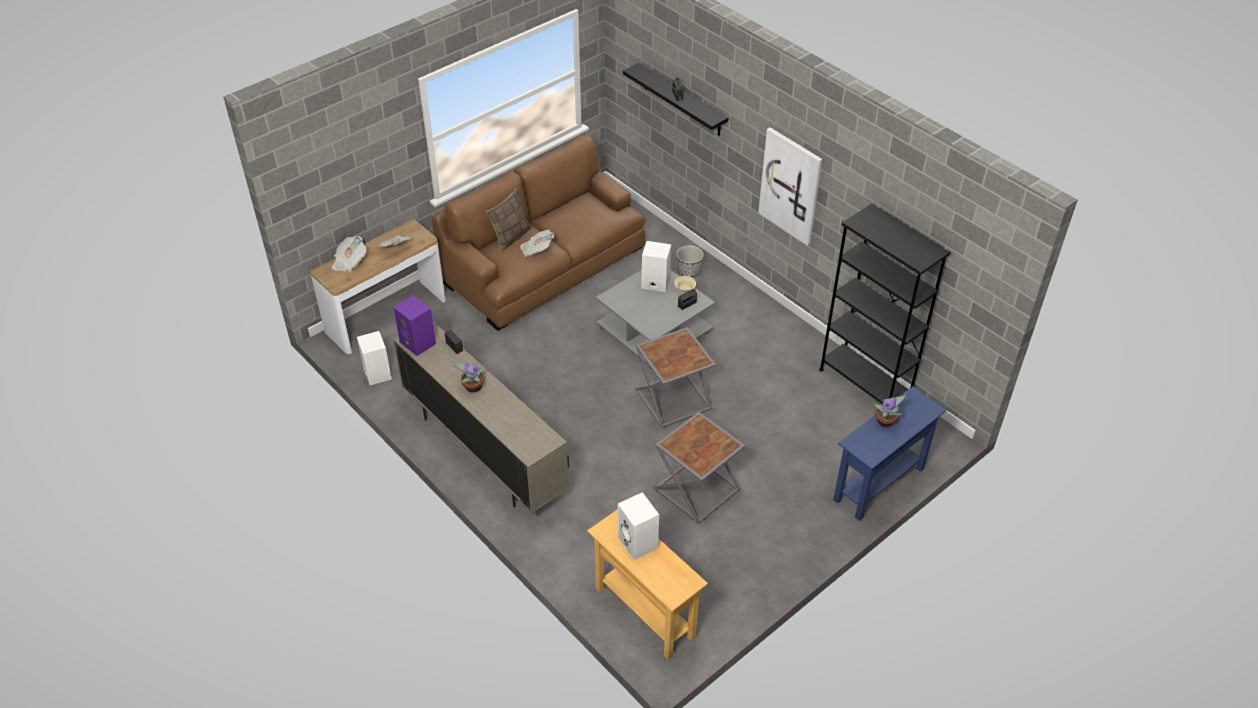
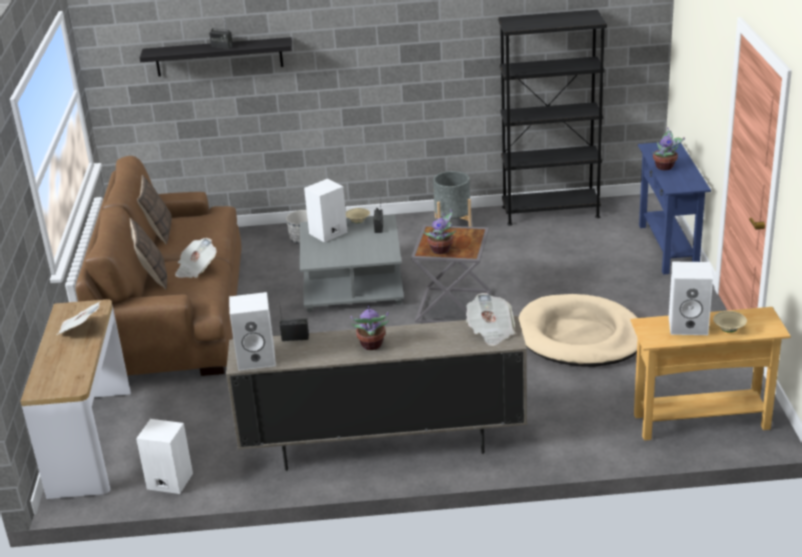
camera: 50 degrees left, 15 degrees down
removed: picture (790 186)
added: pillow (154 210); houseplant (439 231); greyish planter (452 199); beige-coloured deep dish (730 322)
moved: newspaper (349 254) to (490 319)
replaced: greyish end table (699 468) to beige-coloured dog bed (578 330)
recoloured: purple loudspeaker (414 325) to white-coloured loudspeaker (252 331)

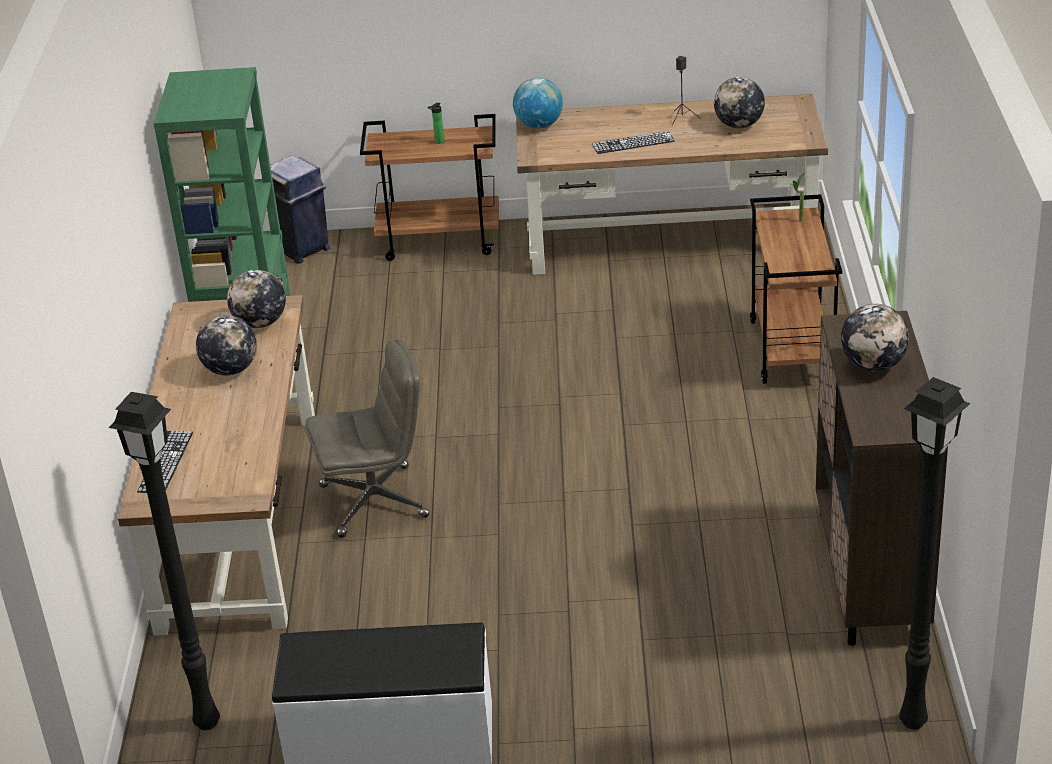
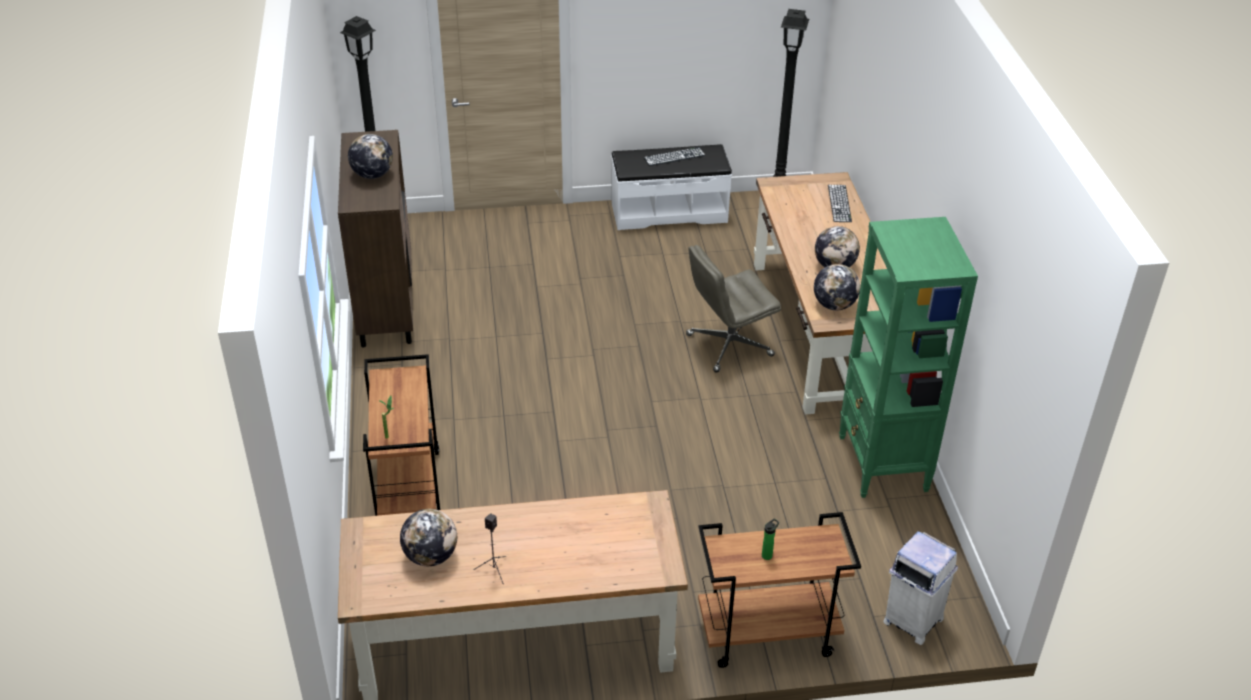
camera: 170 degrees right, 5 degrees up
removed: desk globe (538 103)
moved: keyboard (633 142) to (674 156)
recoloured: blue rubbish bin (300 209) to white-coloured rubbish bin (920 588)

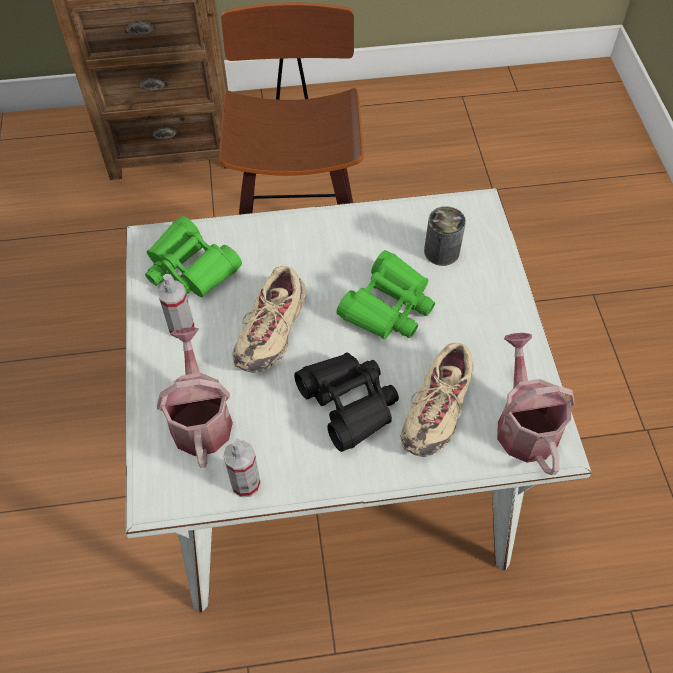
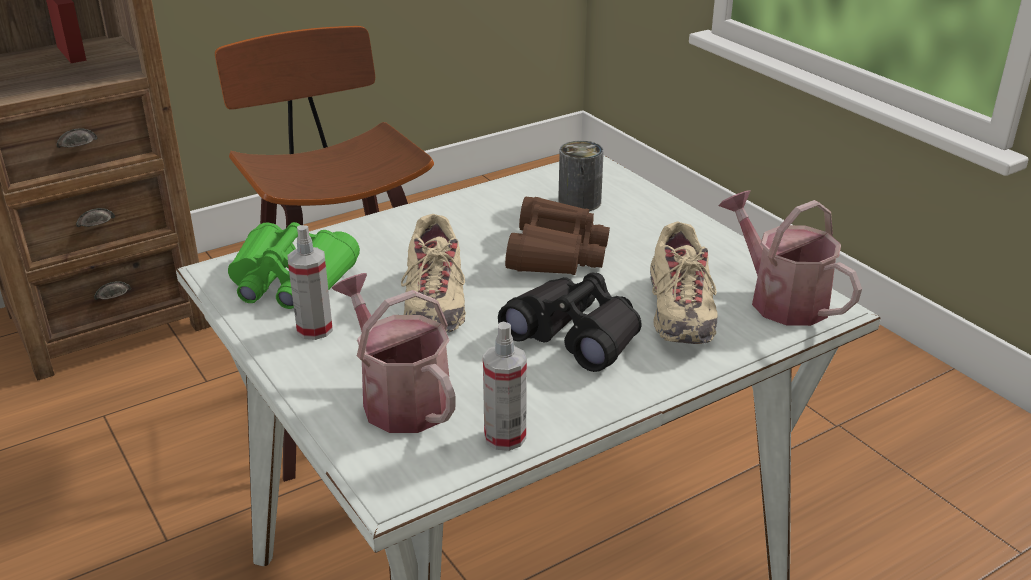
camera: 25 degrees left, 25 degrees down
recoloured: green-coloured field glasses (385 294) to brown-coloured field glasses (557 236)

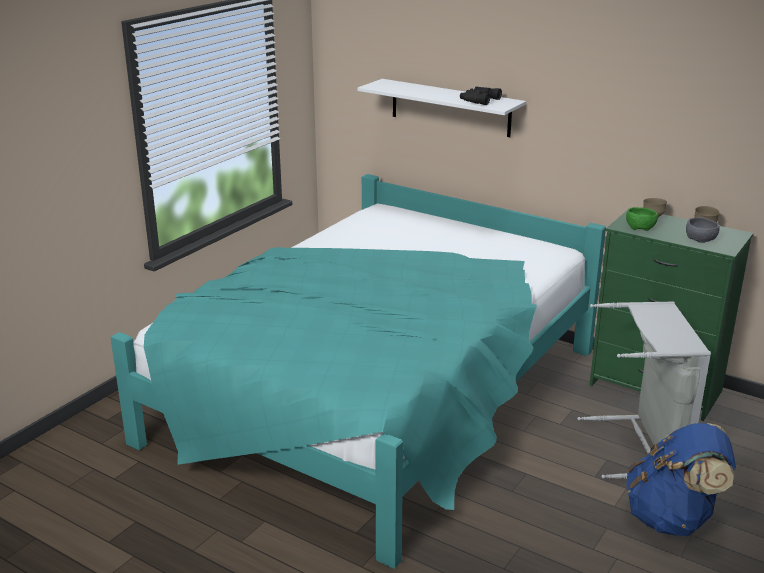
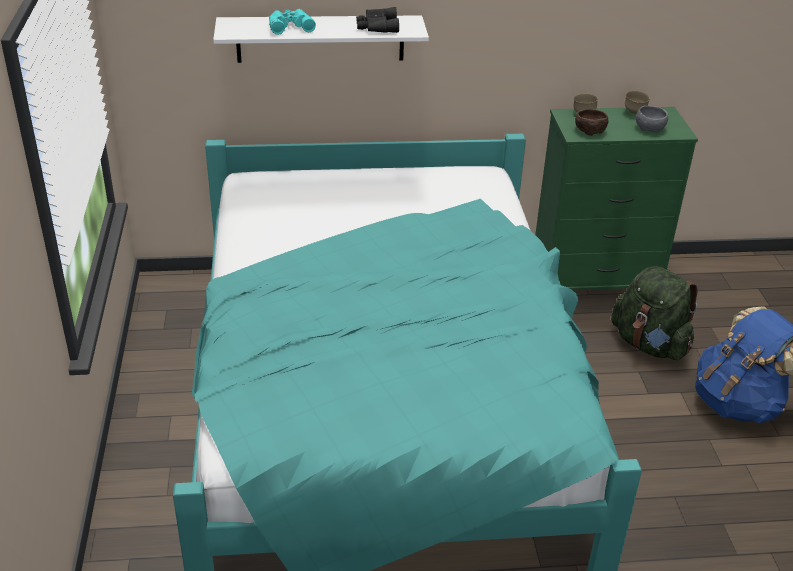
camera: 40 degrees left, 10 degrees up
added: turquoise field glasses (292 22)
replaced: greyish laundry basket (644 390) to green-coloured knapsack (654 313)
recoloured: green-coloured deep dish (642 219) to brown-coloured deep dish (591 122)

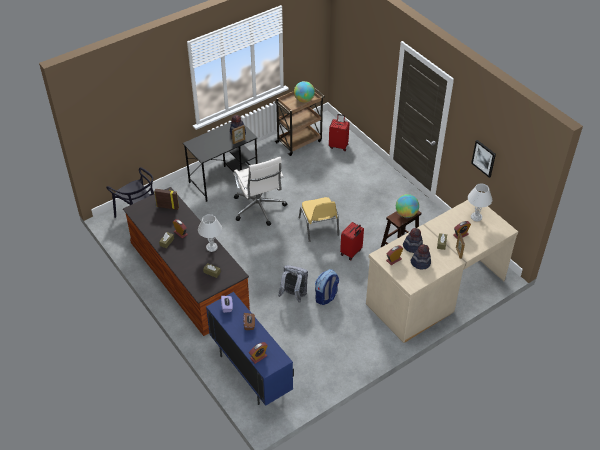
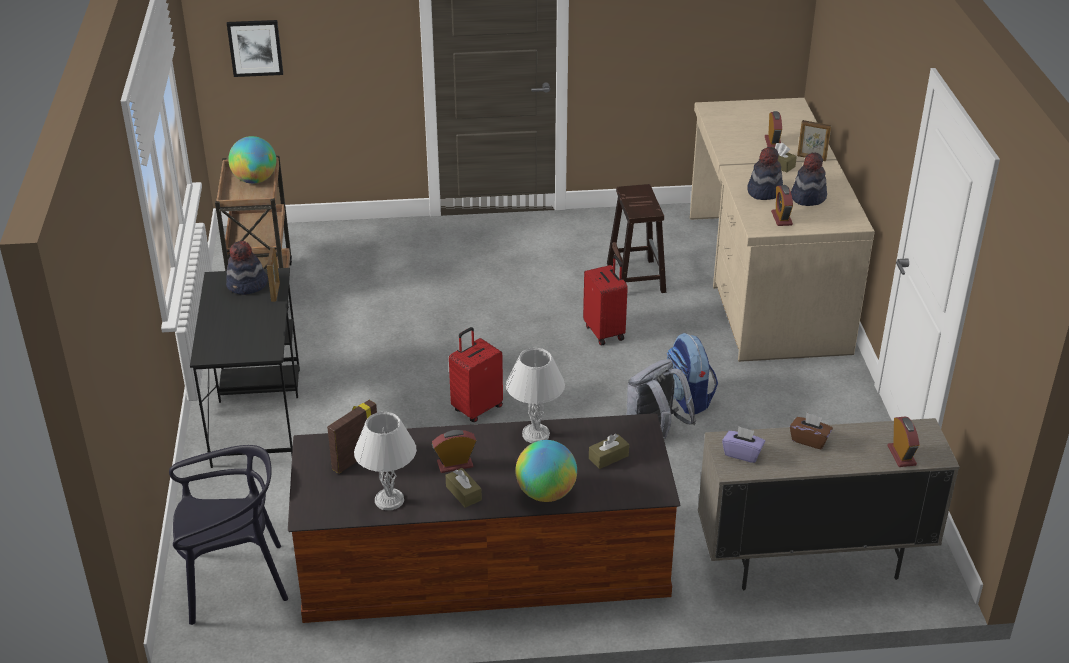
camera: 60 degrees left, 10 degrees down
removed: white-coloured office chair (260 191); yellowish upright chair (319 219)
moved: red-coloured piece of luggage (339 132) to (476 374); desk globe (407 206) to (546 471); white-coloured tabletop lamp (480 203) to (385 461); picture (483 159) to (255 48)
recoloured: blue cupboard (250 349) to beige-coloured cupboard (829 504)

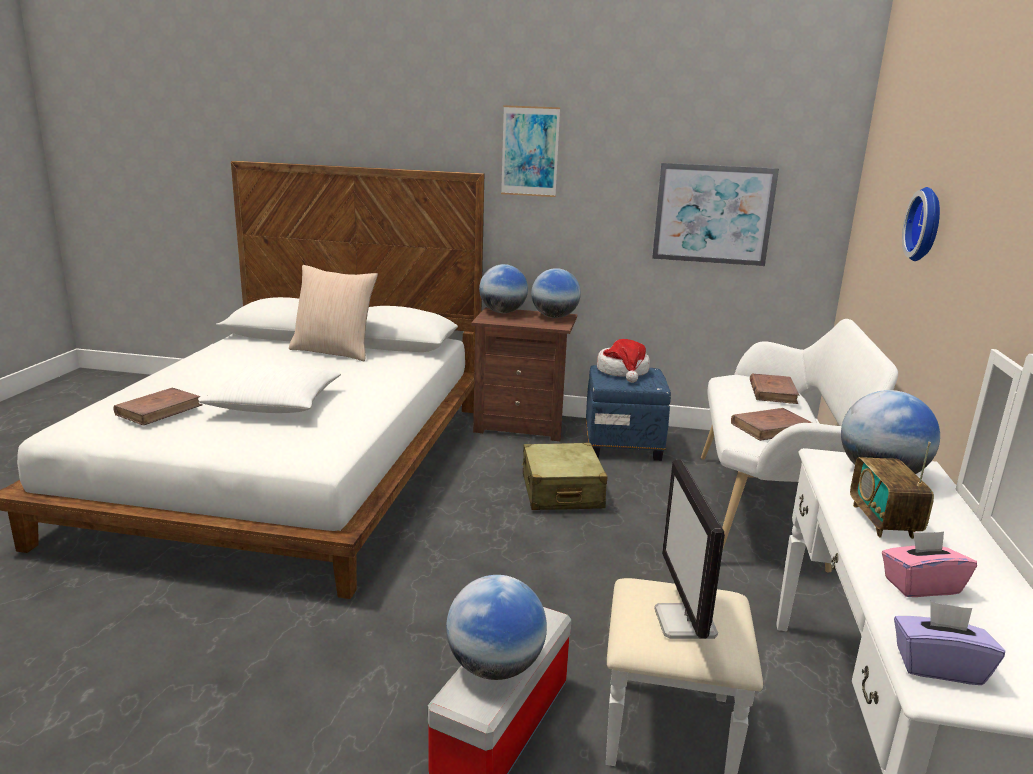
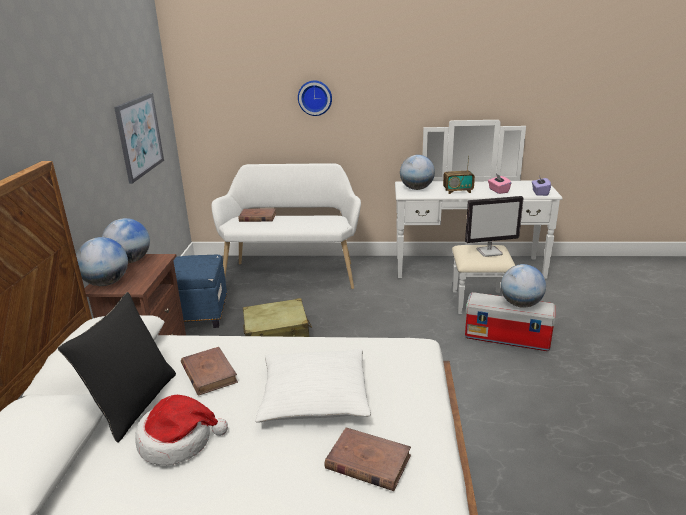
camera: 95 degrees left, 5 degrees up
removed: picture (530 151)
moved: hat (623 361) to (181 430); brown-coloured book (771 424) to (209 371)
recoloured: beige-coloured pillow (333 313) to black-coloured pillow (117 367)

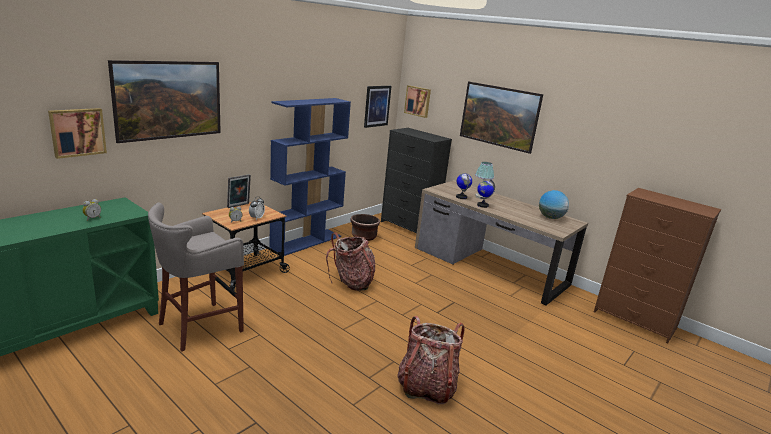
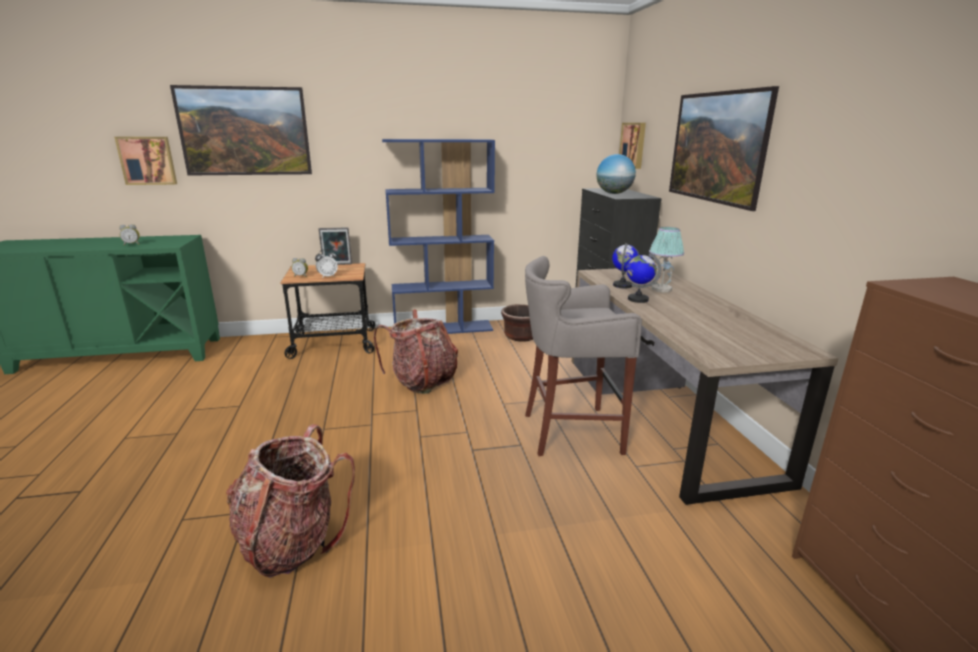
camera: 40 degrees right, 0 degrees up
removed: picture (377 107)
moved: greyish stool (196 277) to (583 356); desk globe (554 204) to (616 174)

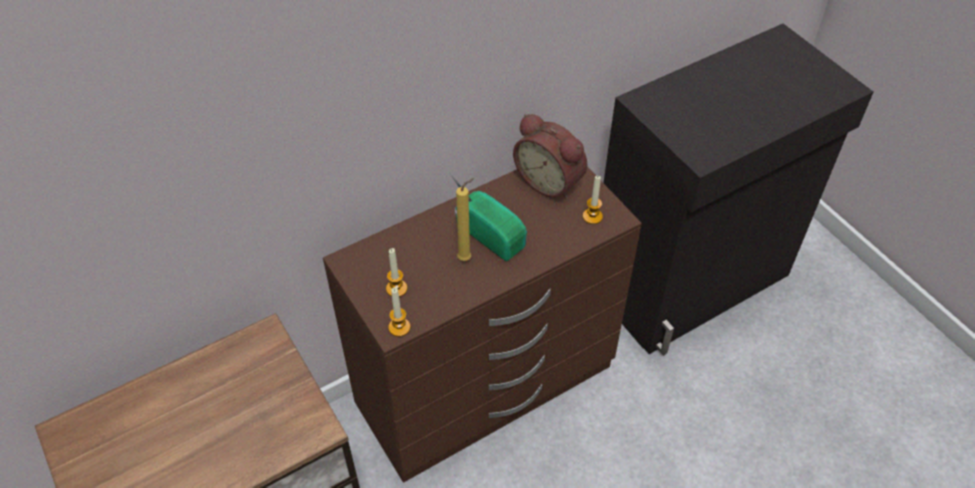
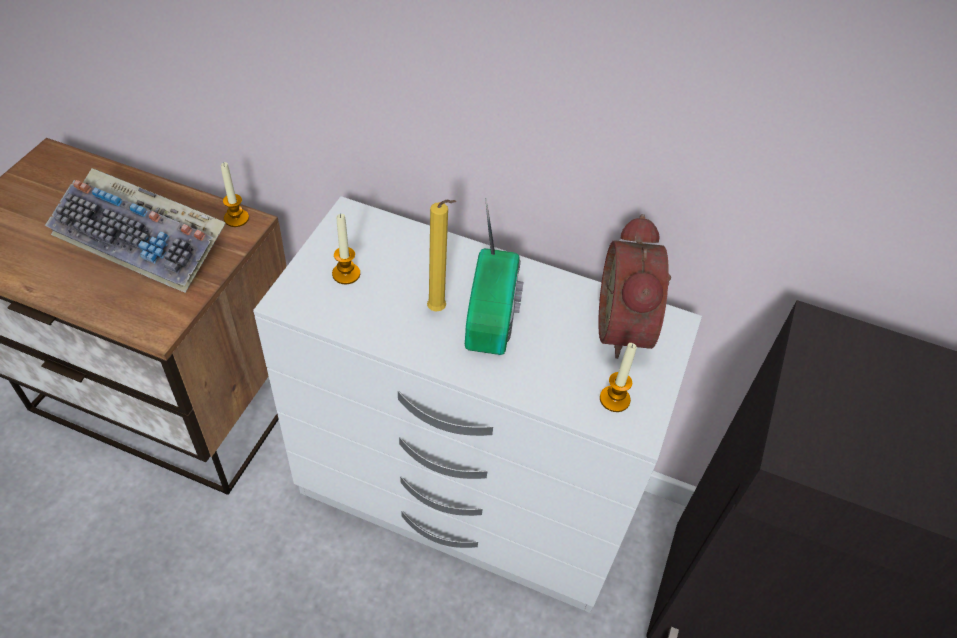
camera: 50 degrees right, 0 degrees up
added: keyboard (135 230)
moved: candle (399 312) to (235 194)
recoloured: brown-coloured chest of drawers (482 324) to white-coloured chest of drawers (477 404)

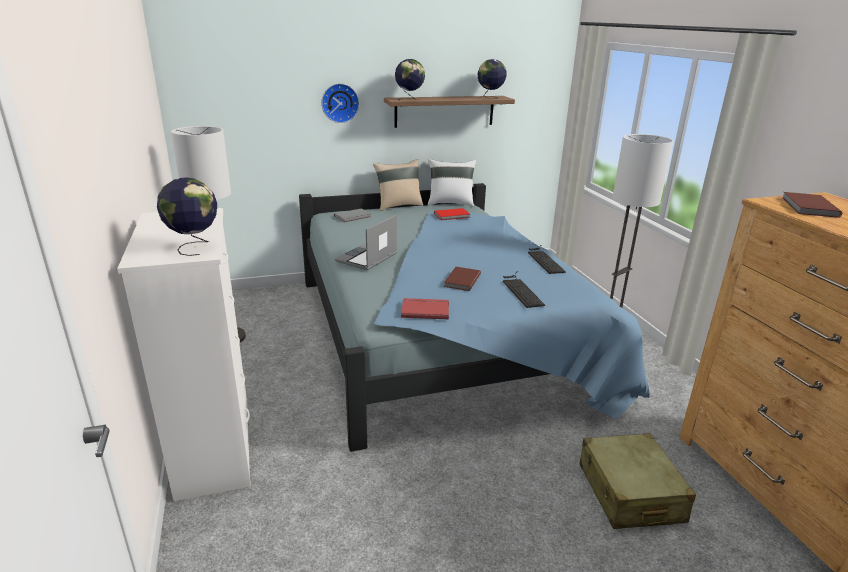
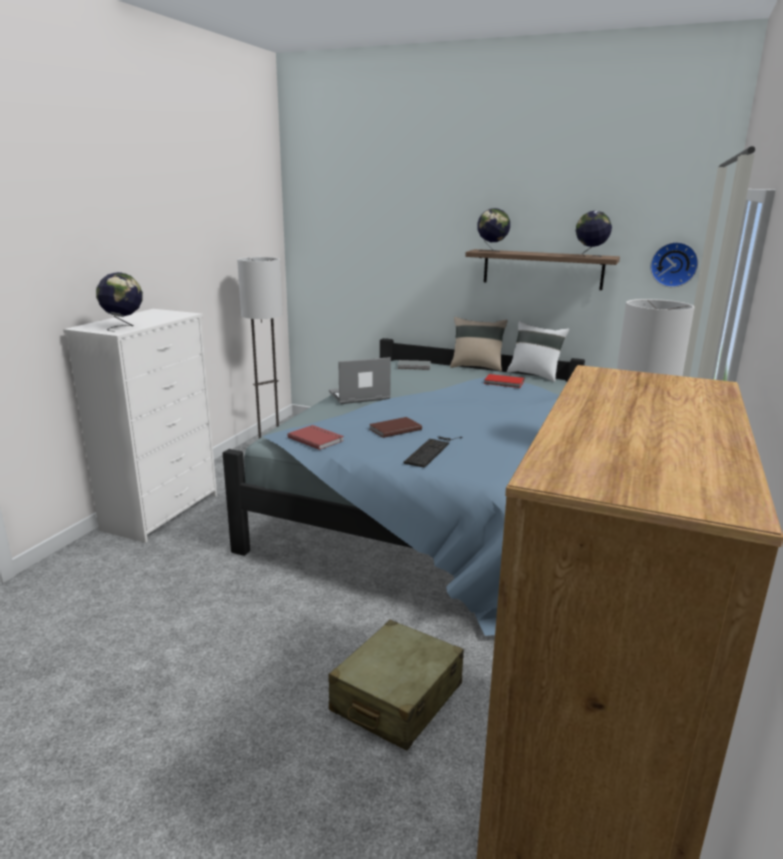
camera: 40 degrees right, 5 degrees down
removed: keyboard (547 259); brown-coloured book (812 205)
moved: wall clock (340 103) to (674 264)

